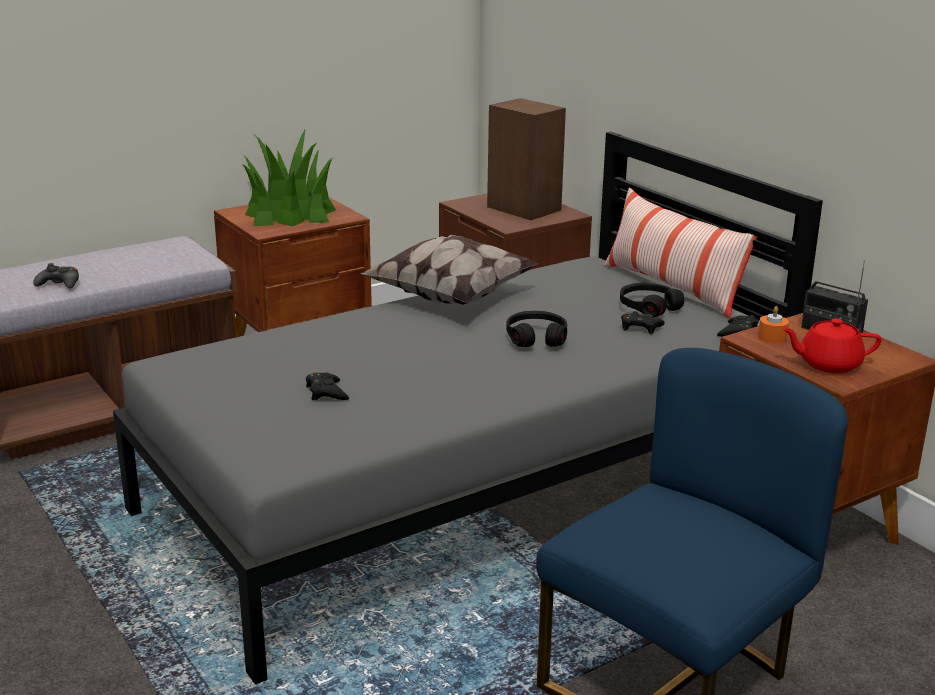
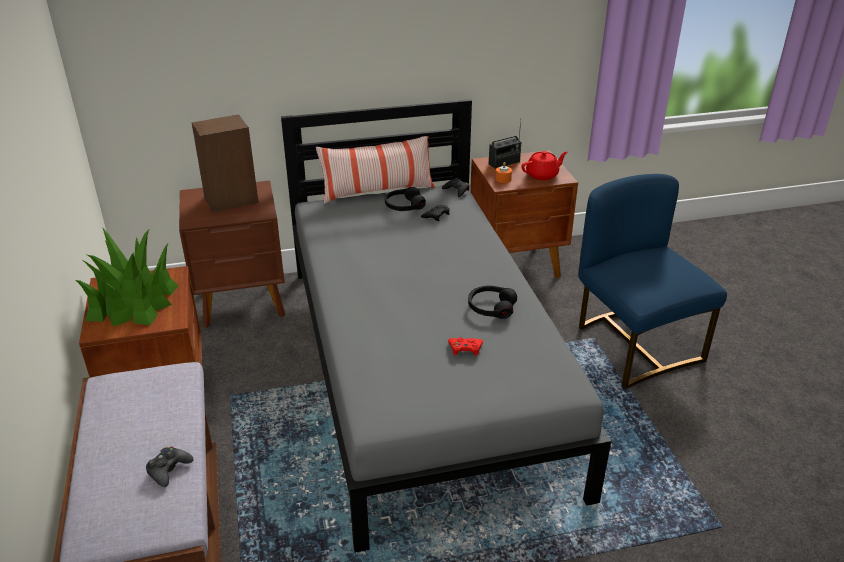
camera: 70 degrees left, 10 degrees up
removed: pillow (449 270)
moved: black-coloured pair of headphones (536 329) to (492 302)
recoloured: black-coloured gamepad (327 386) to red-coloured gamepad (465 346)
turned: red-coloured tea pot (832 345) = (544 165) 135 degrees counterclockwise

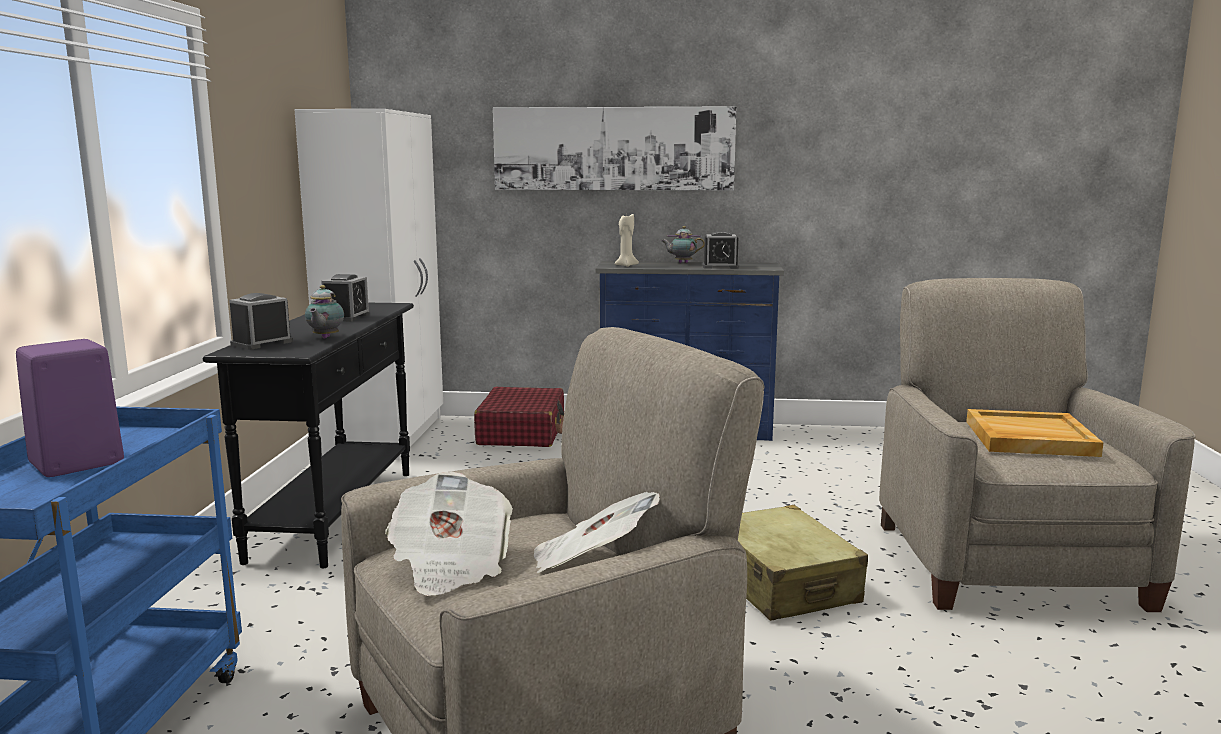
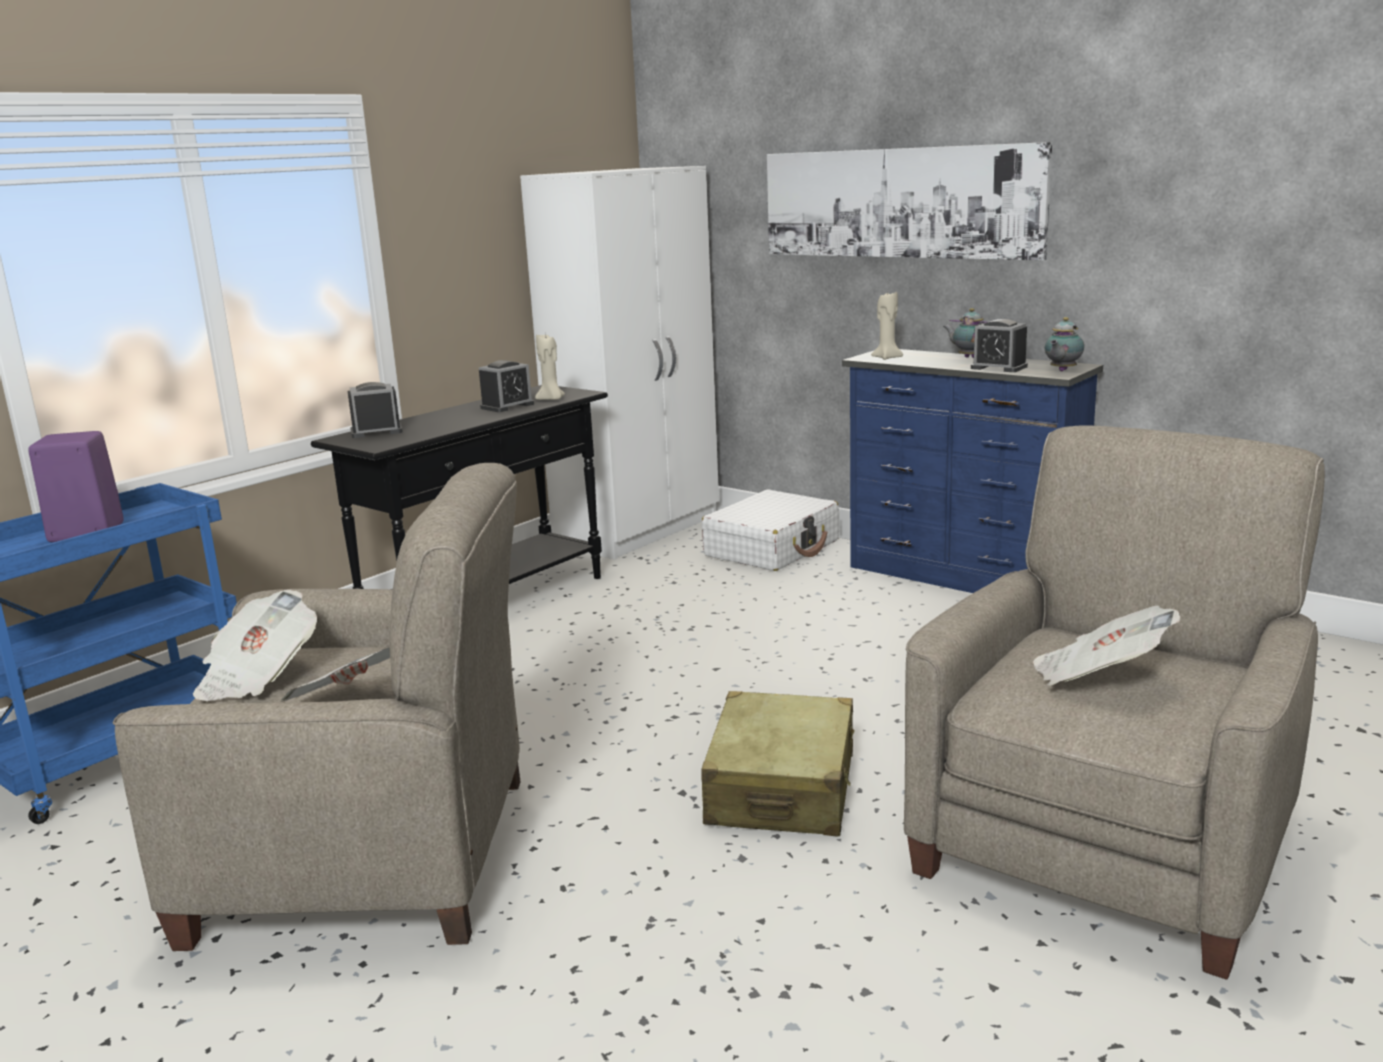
camera: 35 degrees right, 5 degrees up
added: beige-coloured candle (550 367)
moved: tea pot (324 312) to (1064 344)
replaced: beige-coloured serving tray (1035 433) to newspaper (1106 646)
recoloured: red-coloured piece of luggage (519 417) to white-coloured piece of luggage (770 530)

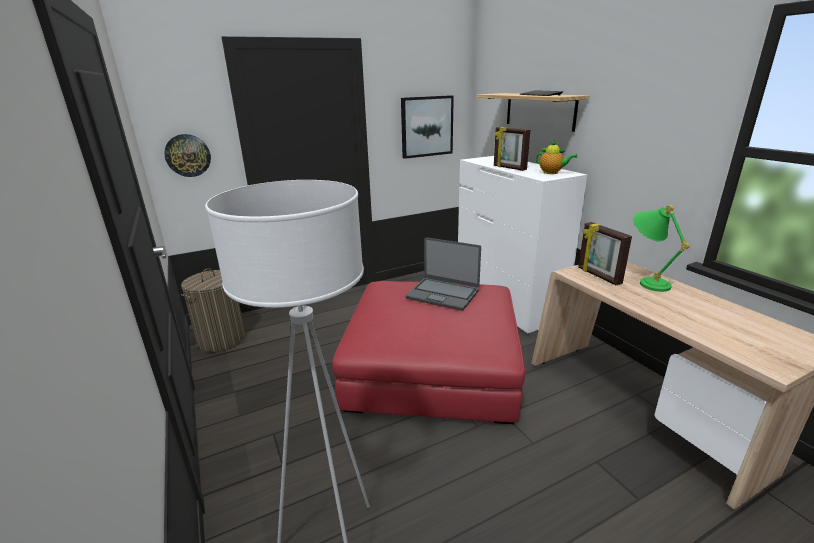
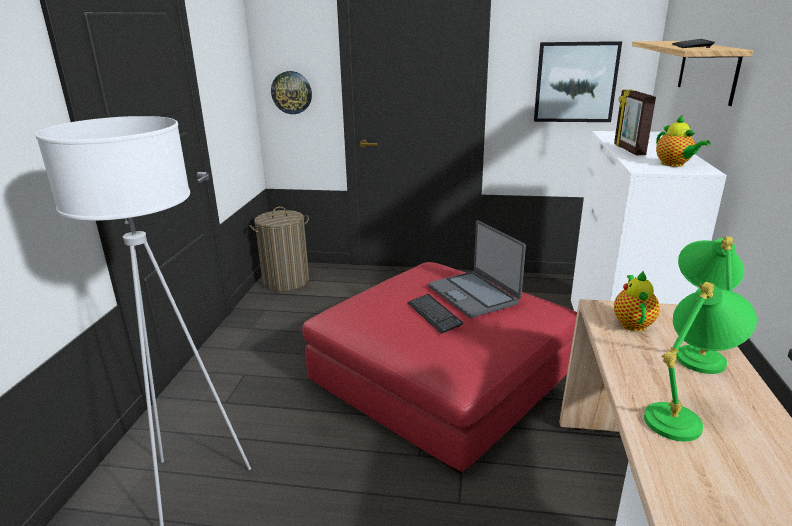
camera: 35 degrees right, 0 degrees up
added: keyboard (435 314); green-coloured tabletop lamp (700 361)
replaced: picture frame (605 253) to tea pot (637 301)

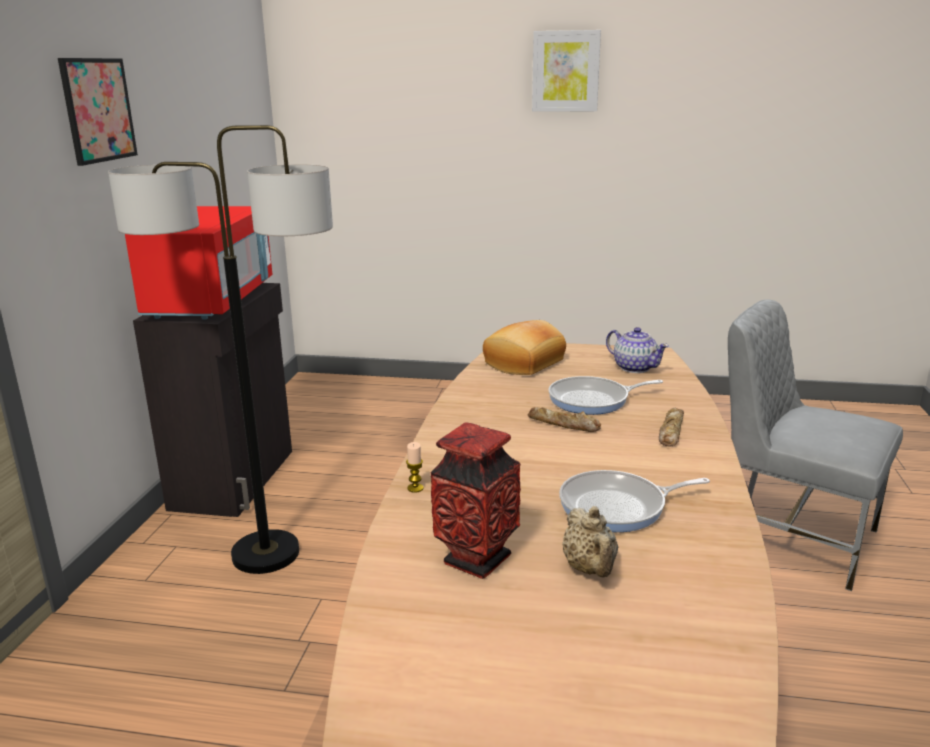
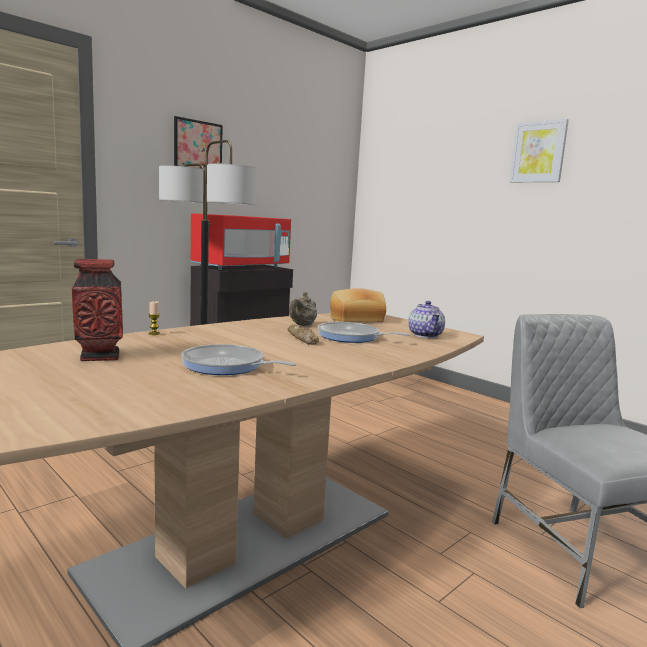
camera: 35 degrees right, 10 degrees down
removed: baked bread (671 426)
moved: beige-coloured tea pot (590 542) to (303 309)

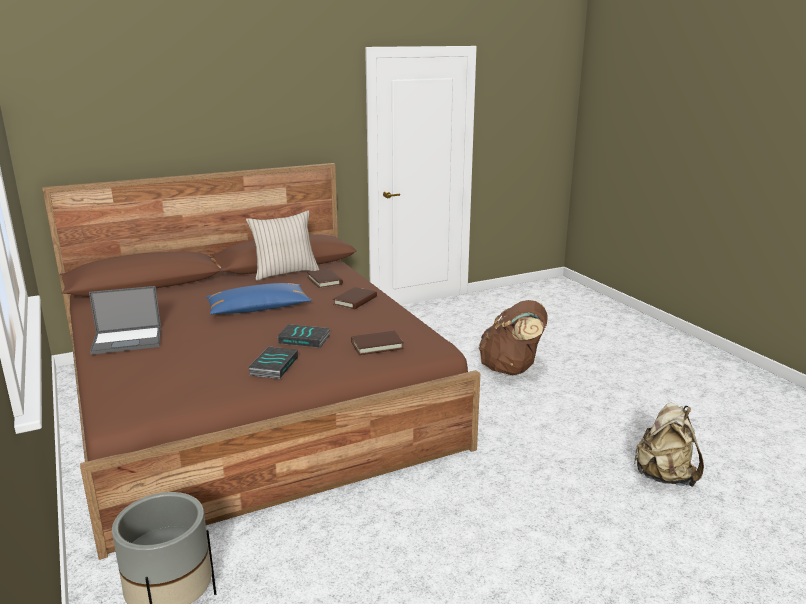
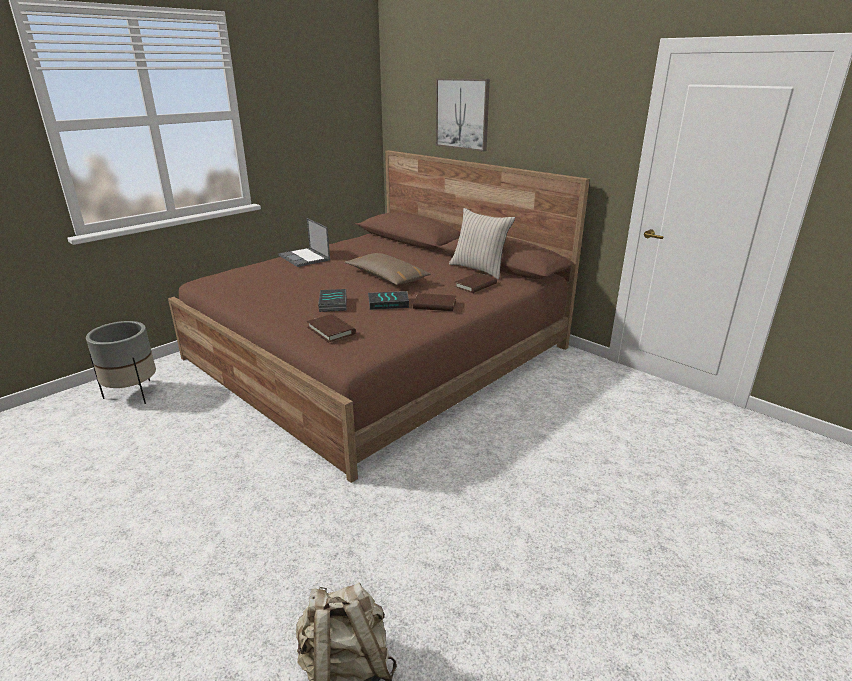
camera: 70 degrees right, 5 degrees up
removed: brown-coloured knapsack (513 337)
added: picture (463 115)
moved: book (273 362) to (388 300)
recoloured: blue pillow (259 298) to brown-coloured pillow (388 269)

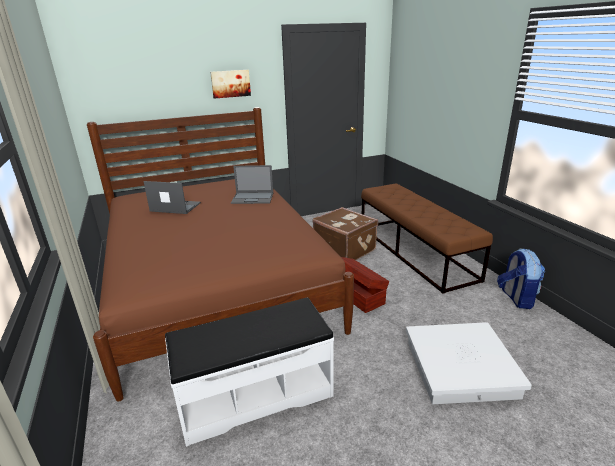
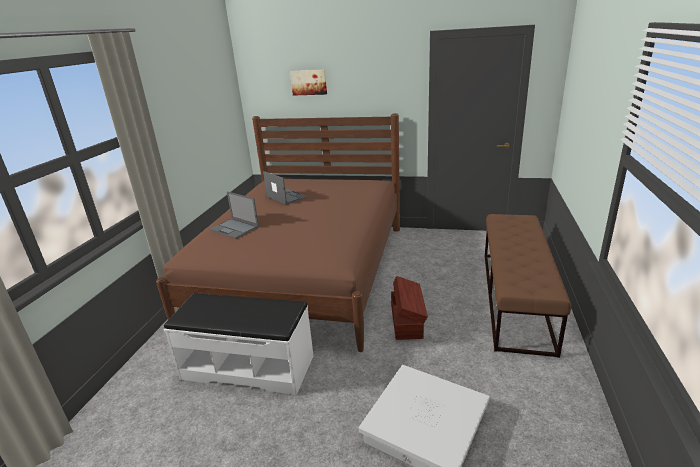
camera: 35 degrees right, 0 degrees up
removed: brown-coloured piece of luggage (345 233); knapsack (521 278)
moved: picture (230 84) to (308 83); notebook computer (252 184) to (234 215)

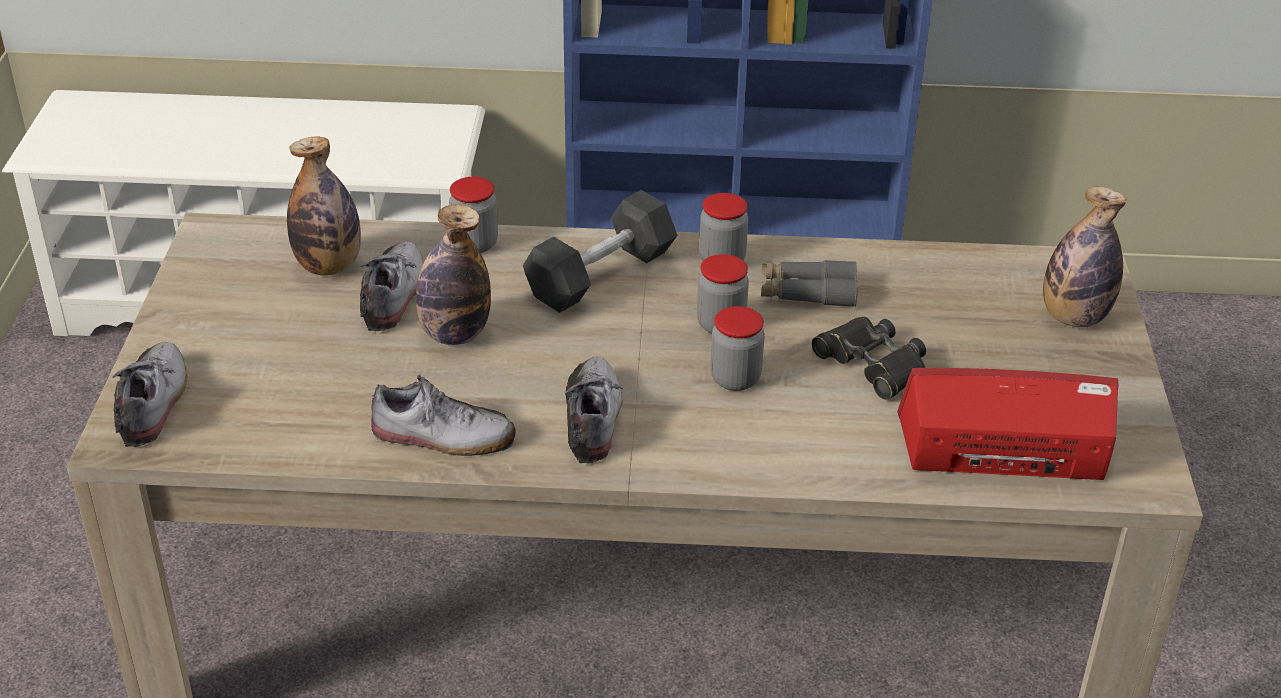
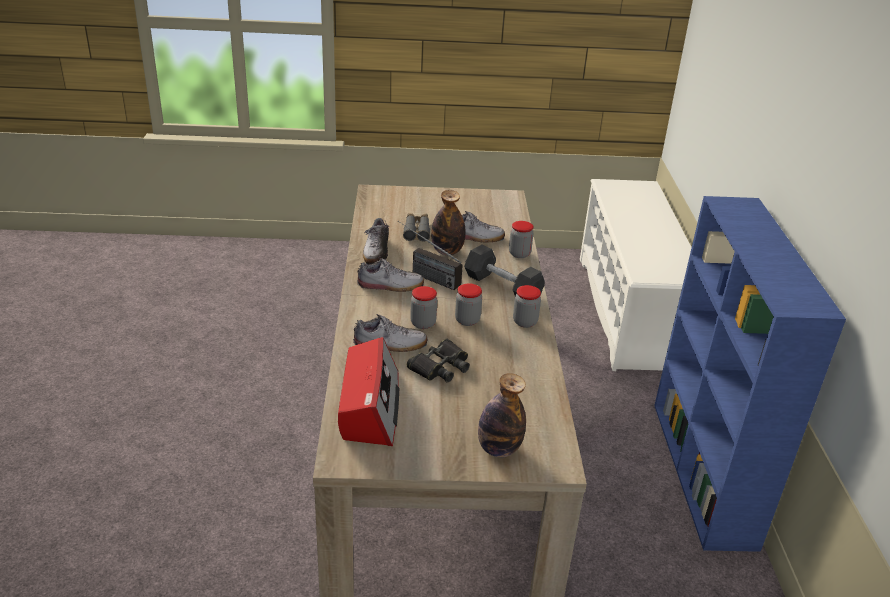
camera: 85 degrees right, 5 degrees down
removed: drink bottle (324 206)
added: radio (430 255)
moved: item of footwear (146 394) to (390 333); greyish field glasses (809 283) to (416 227)

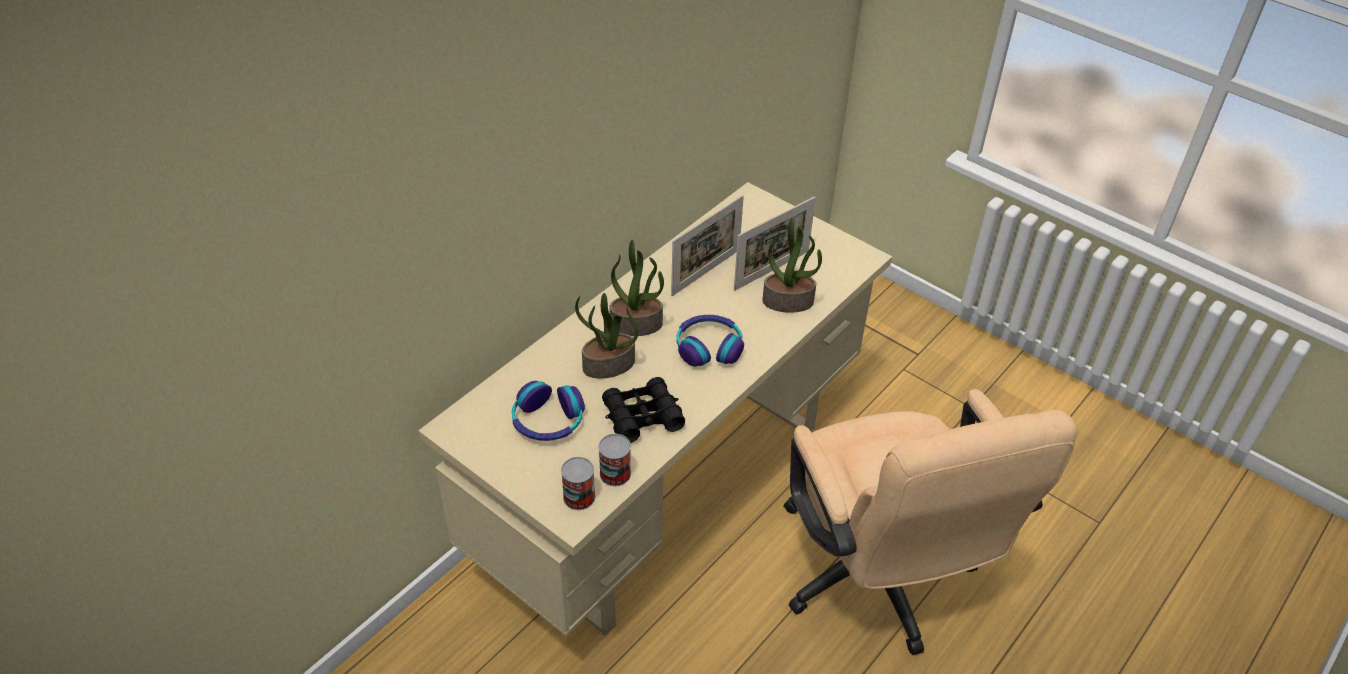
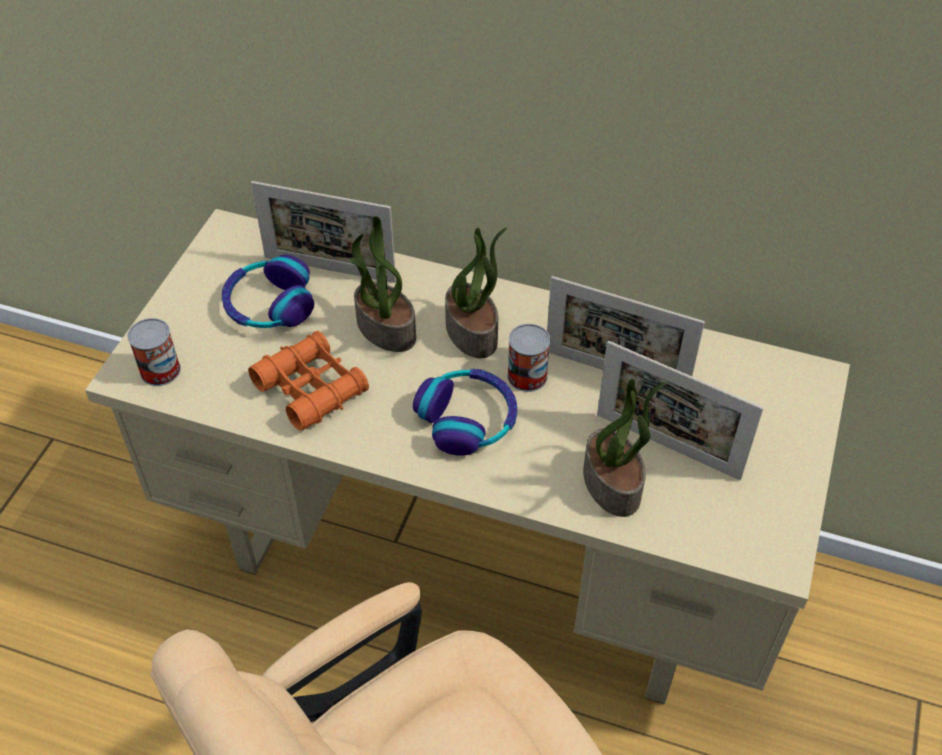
camera: 70 degrees right, 5 degrees up
added: picture frame (323 232)
moved: sealed can (615 460) to (528 358)
recoloured: black-coloured field glasses (643 410) to orangey field glasses (308 380)

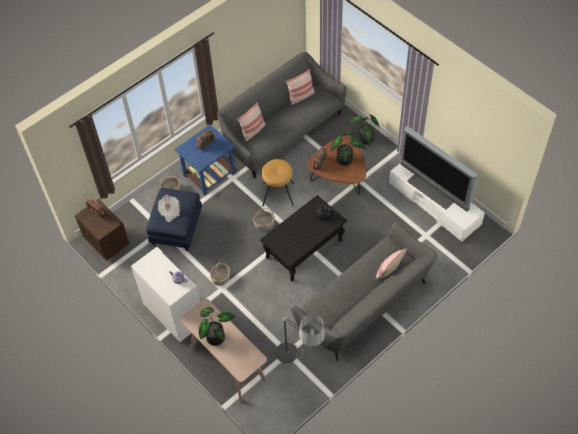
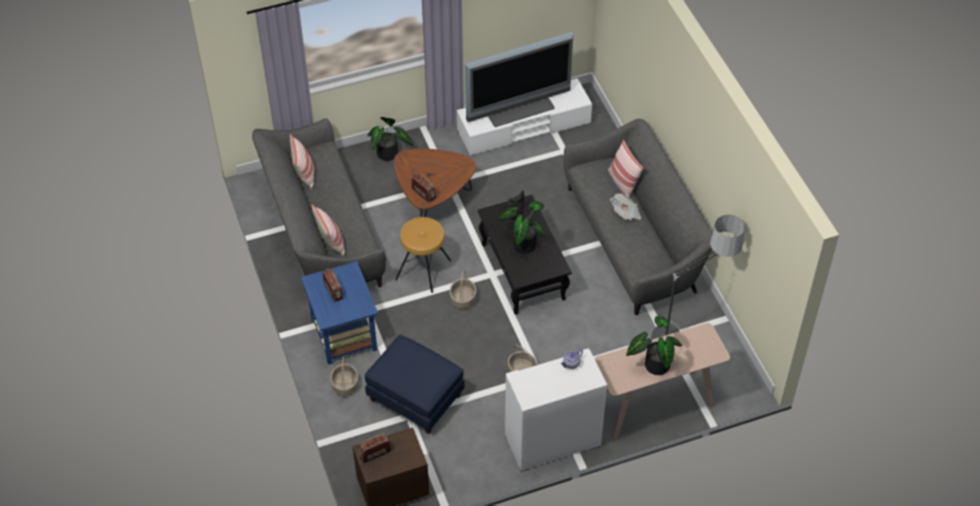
camera: 70 degrees left, 5 degrees down
moved: newspaper (169 208) to (625 206); houseplant (348 149) to (522 227)

